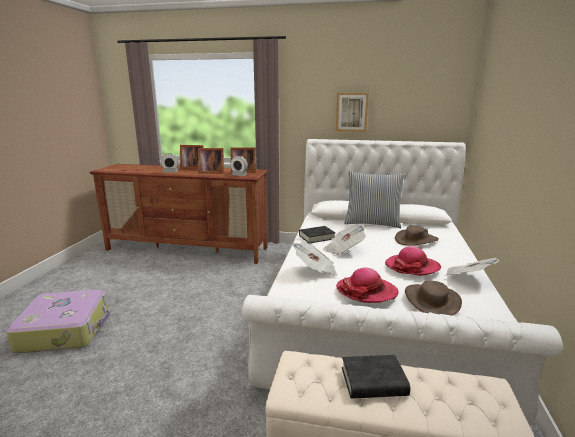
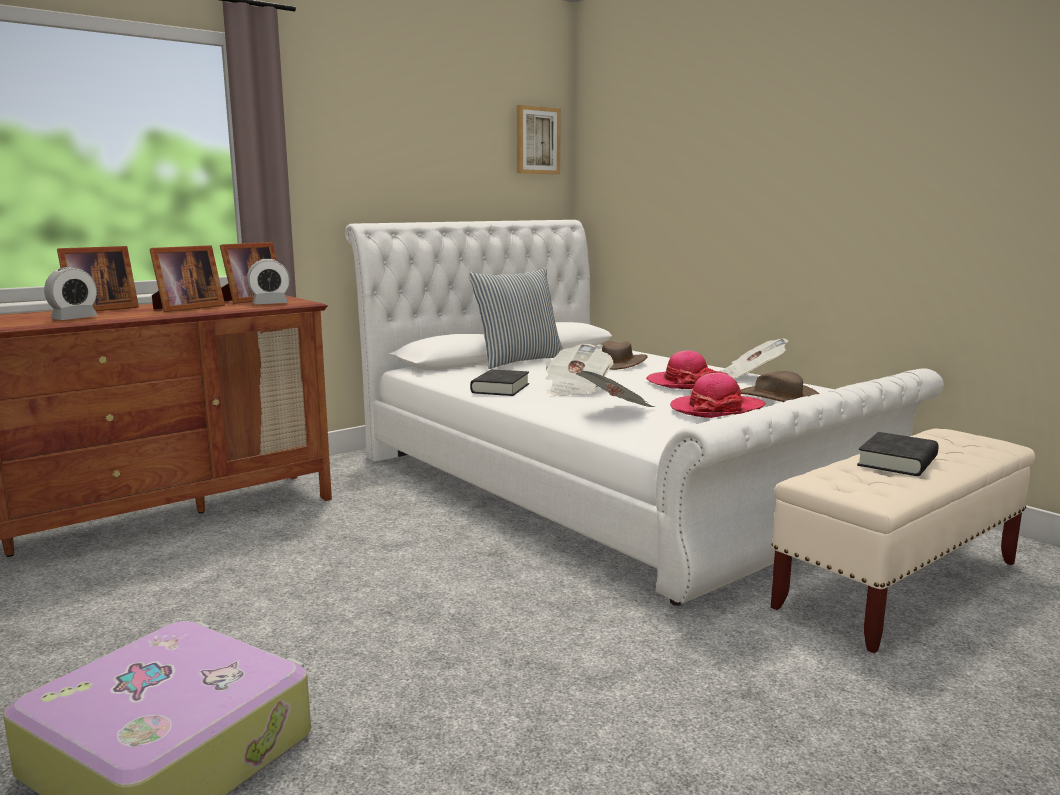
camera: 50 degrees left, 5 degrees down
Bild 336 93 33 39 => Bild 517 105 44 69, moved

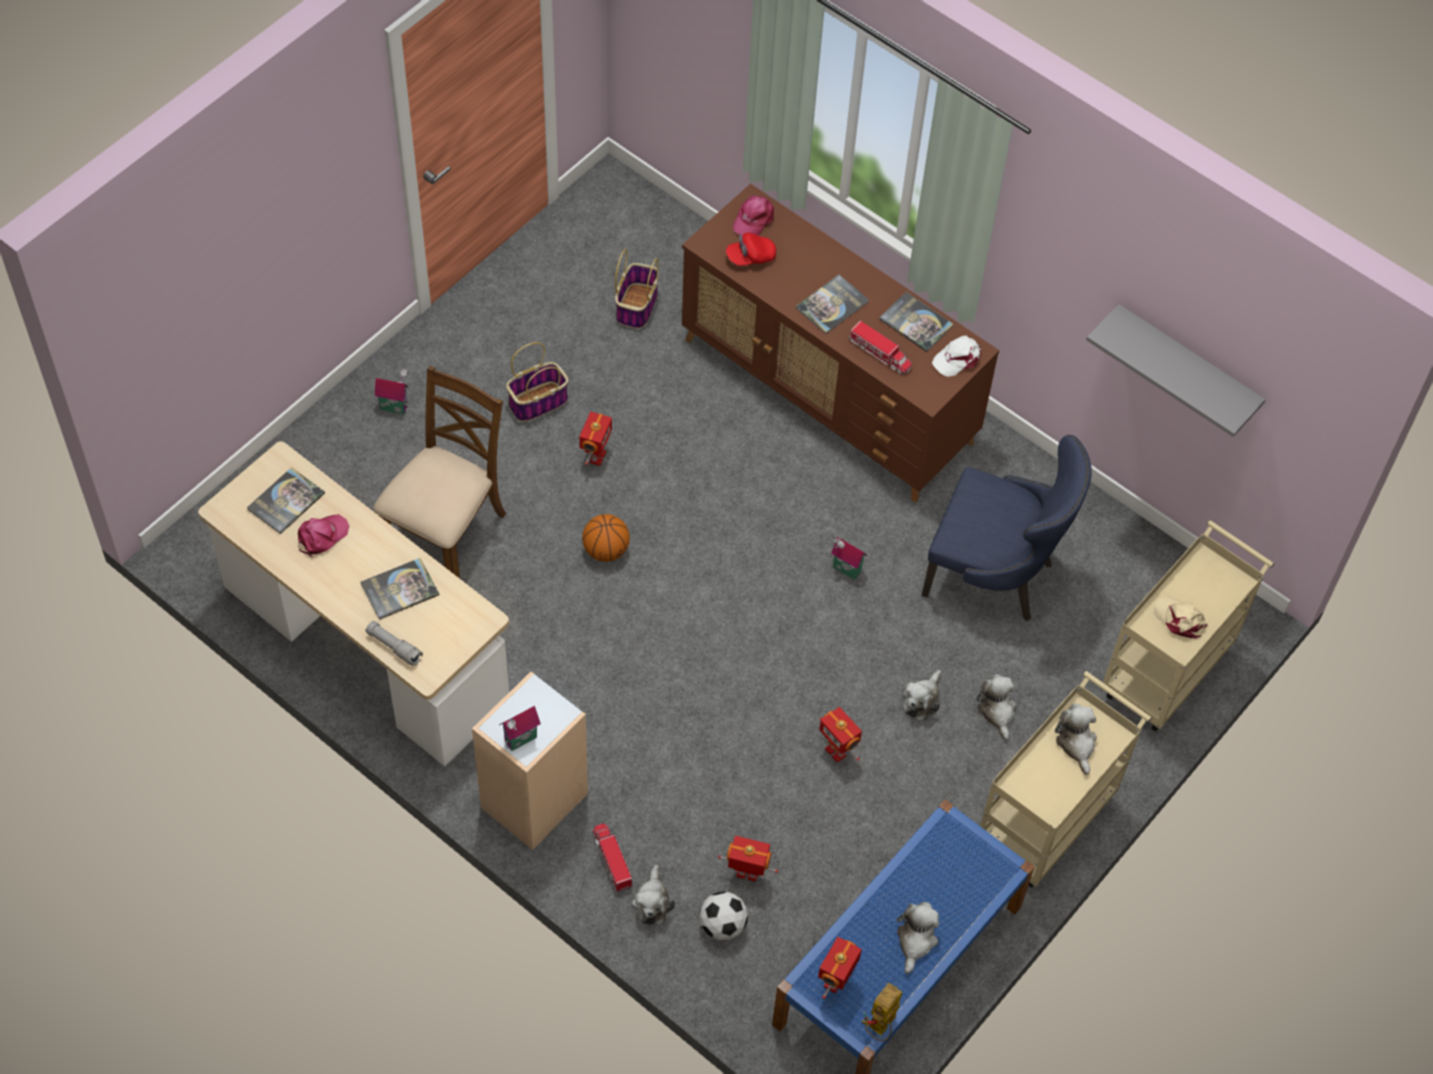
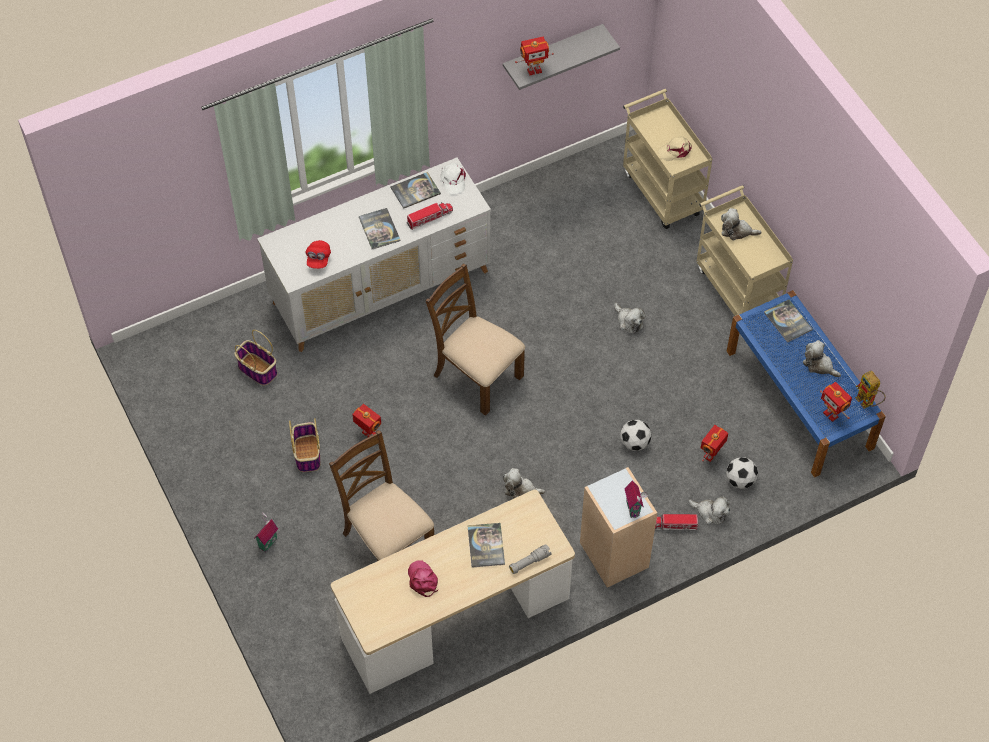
camera: 65 degrees left, 0 degrees up
Kommode (braun) 682 183 318 320 => Kommode (weiß) 257 158 234 194
Kappe (rosa) 733 195 41 41 => nothing
Stuhl (blau) 922 435 170 187 => nothing
Buch 247 467 78 67 => Buch 764 299 49 44, moved
Basketball 582 514 48 48 => nothing
Spielzeughaus 831 535 36 45 => nothing
Plüschtier 976 674 40 66 => Plüschtier 503 468 42 30, moved
Spielzeugroboter 819 707 43 56 => Spielzeugroboter 515 37 39 39, moved
nothing => Stuhl (braun) 425 263 100 153
nothing => Fußball 620 420 31 31

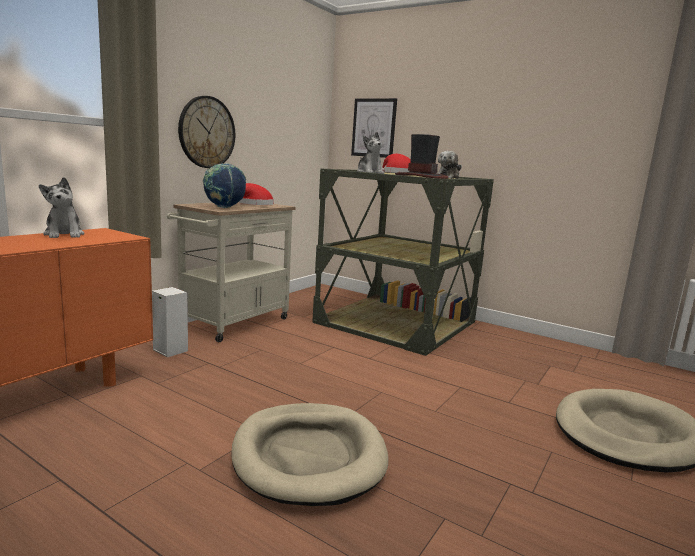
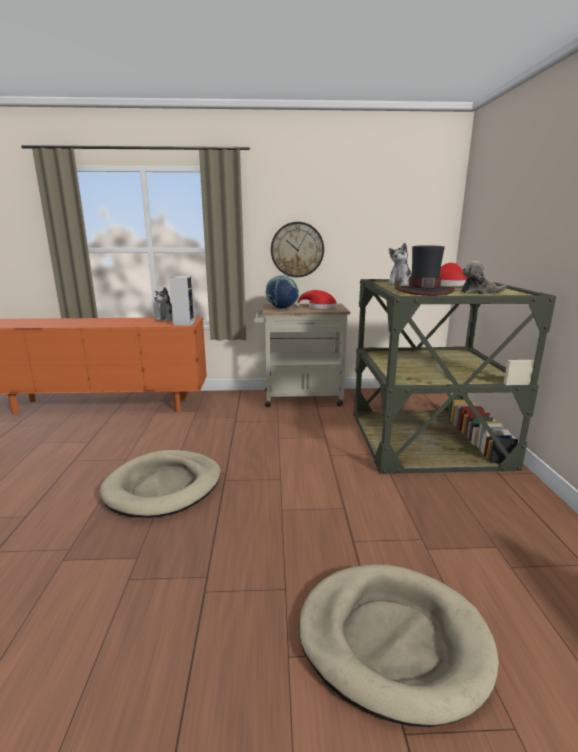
camera: 55 degrees right, 5 degrees up
Bild 351 98 46 60 => nothing
Lautsprecher 152 287 36 70 => Lautsprecher 169 276 27 50, moved

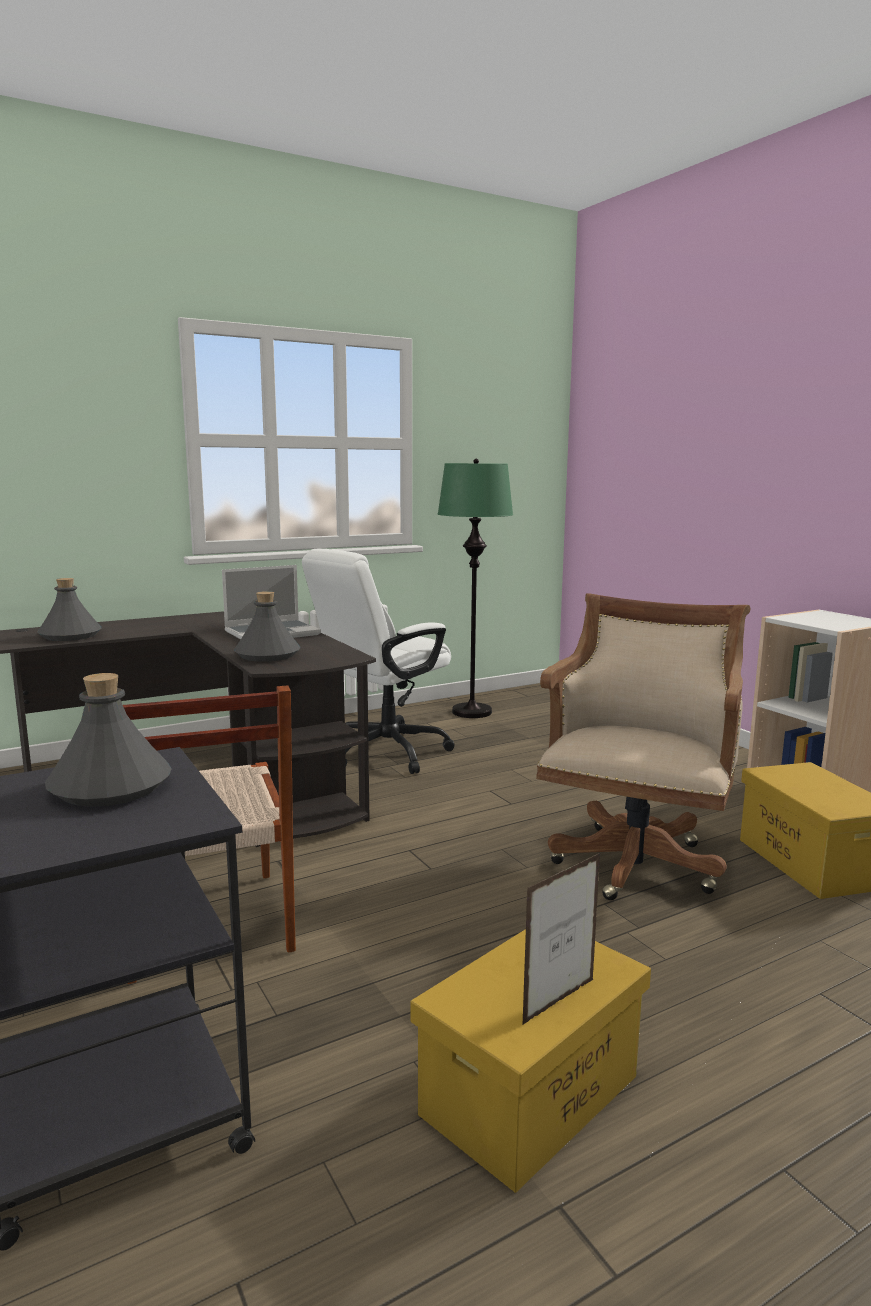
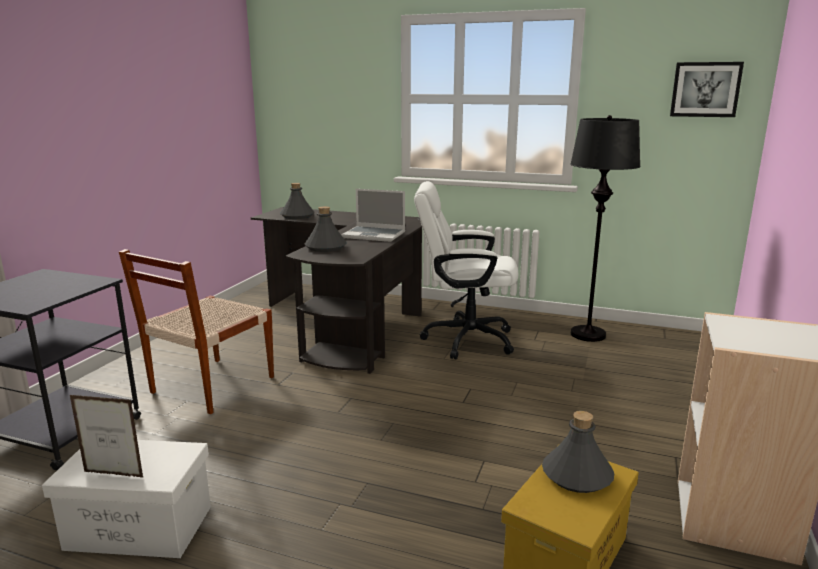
camera: 50 degrees right, 5 degrees up
Stehlampe (grün) 438 459 75 259 => Stehlampe (schwarz) 570 115 71 227
Bürostuhl 536 593 214 307 => nothing
Flasche (grau) 45 673 127 134 => Flasche (grau) 542 411 72 82, moved
Aufbewahrungsbox (gelb) 411 929 240 264 => Aufbewahrungsbox (weiß) 42 440 169 118
nothing => Bild 670 62 74 55

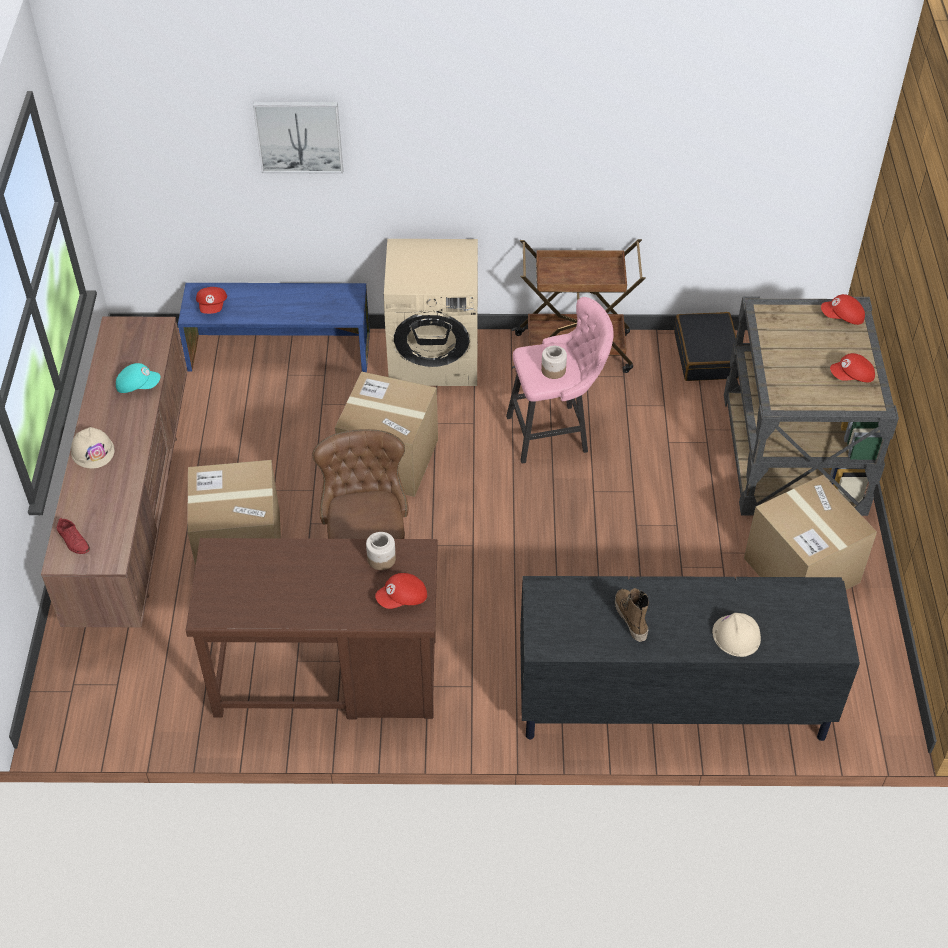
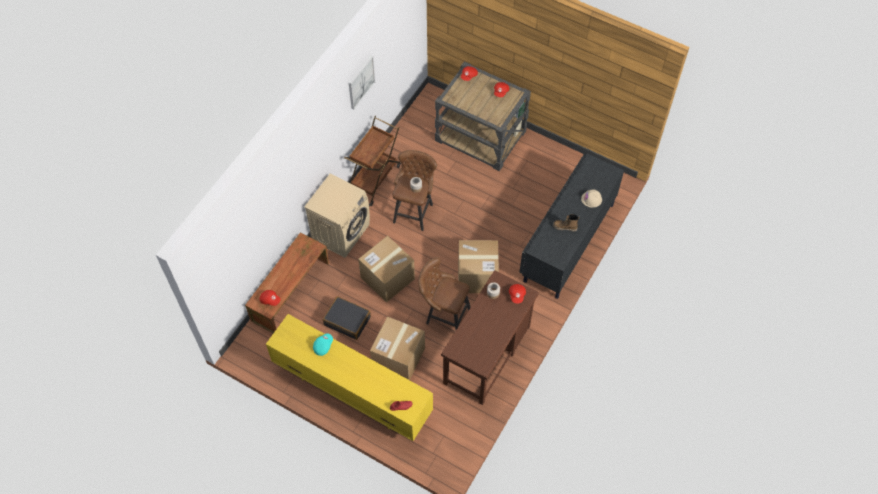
camera: 60 degrees left, 10 degrees up
Bild 253 102 90 71 => Bild 349 55 26 55, moved
Bank (blau) 178 283 192 89 => Bank (braun) 245 232 84 101
Hocker (rosa) 506 297 108 167 => Hocker (braun) 392 150 45 81
Koffer (schwarz) 674 312 65 69 => Koffer (schwarz) 323 296 48 44, moved
Schrank (braun) 41 316 146 311 => Schrank (gelb) 266 314 167 127
Schutzhelm (beige) 71 427 44 41 => nothing
Karton 744 475 133 115 => Karton 458 240 41 53, moved

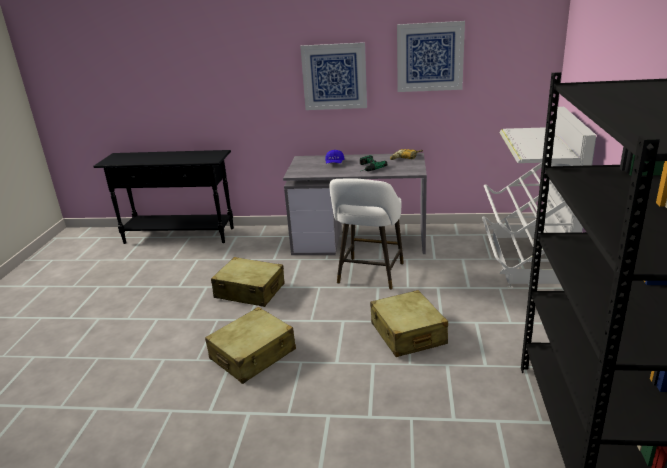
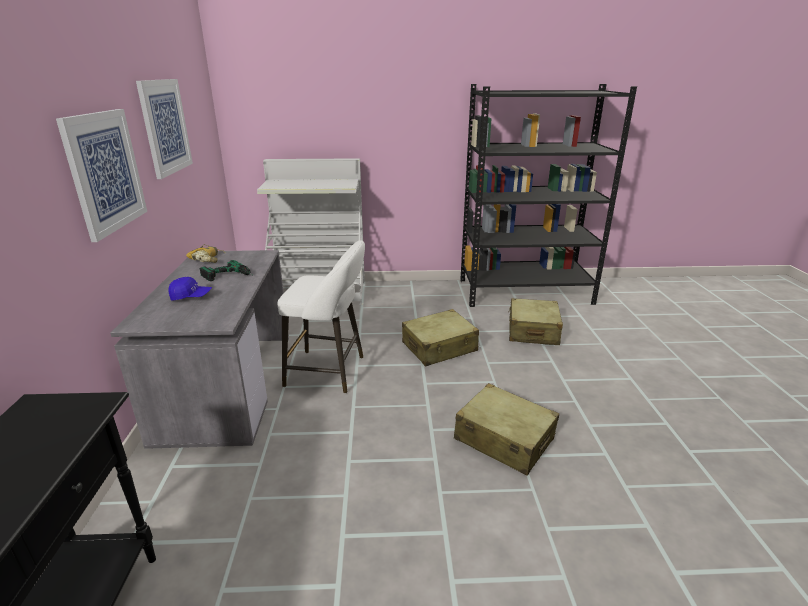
camera: 100 degrees left, 0 degrees up
Koffer (beige) 211 257 73 50 => Koffer (beige) 508 298 55 47, moved

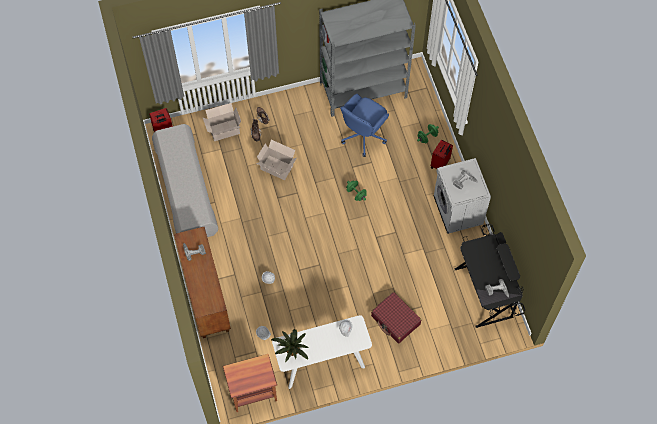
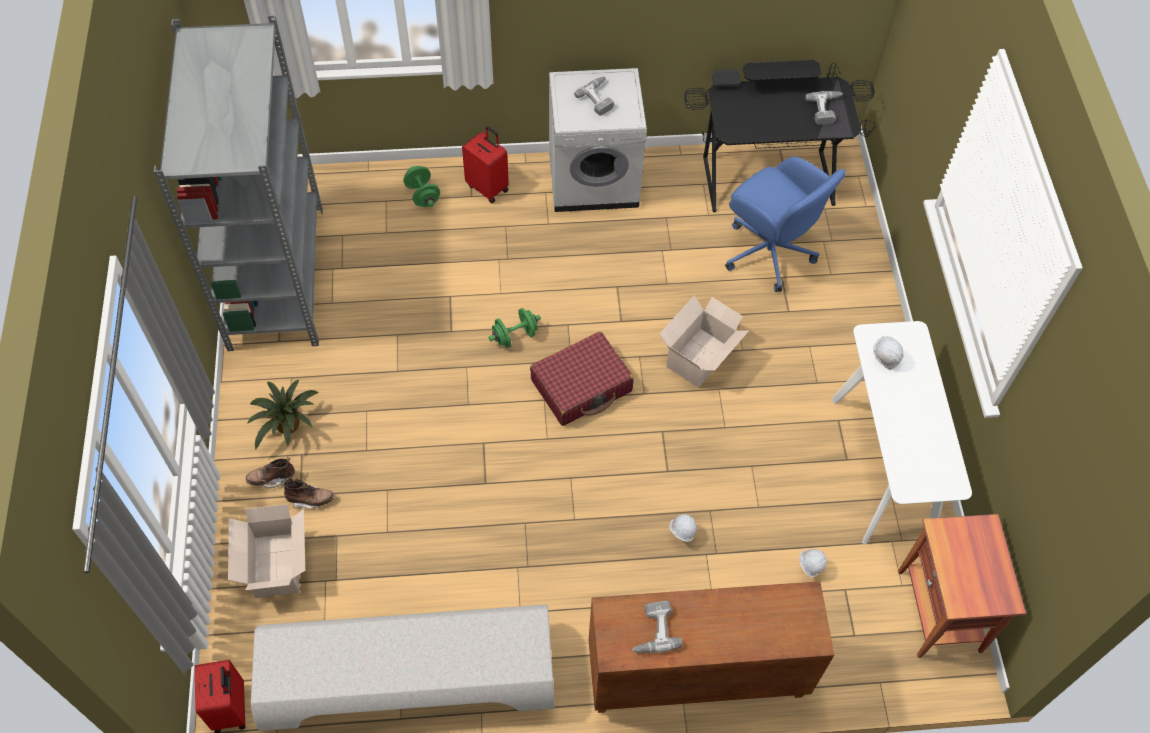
camera: 80 degrees left, 5 degrees down
Bürostuhl (blau) 340 94 49 63 => Bürostuhl (blau) 725 157 121 135, moved
Karton 257 140 40 40 => Karton 659 296 90 92, moved
Koffer (rot) 371 292 51 52 => Koffer (rot) 530 331 104 95, moved
Topfpflanze 271 329 38 34 => Topfpflanze 247 380 72 70, moved

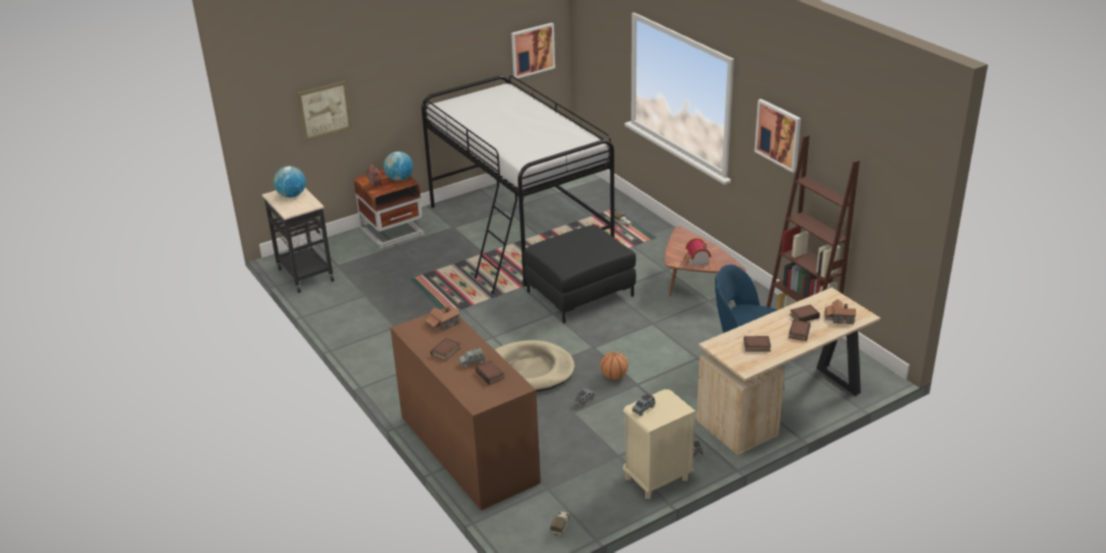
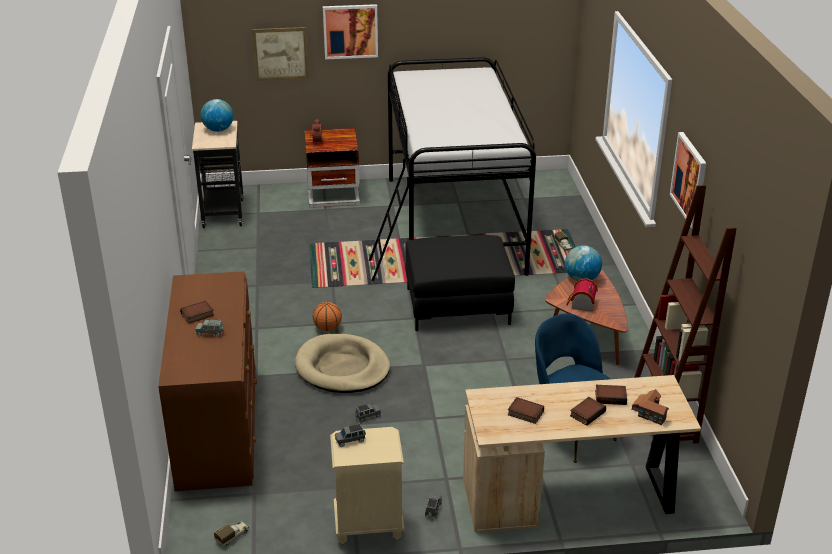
camera: 25 degrees right, 0 degrees up
Bild 511 23 44 56 => Bild 323 4 55 55, moved
Globus 383 151 30 30 => Globus 565 245 37 36, moved
Spielzeughaus 425 307 35 25 => nothing
Basketball 600 351 28 29 => Basketball 313 302 29 29, moved
Buch 475 360 30 25 => nothing

